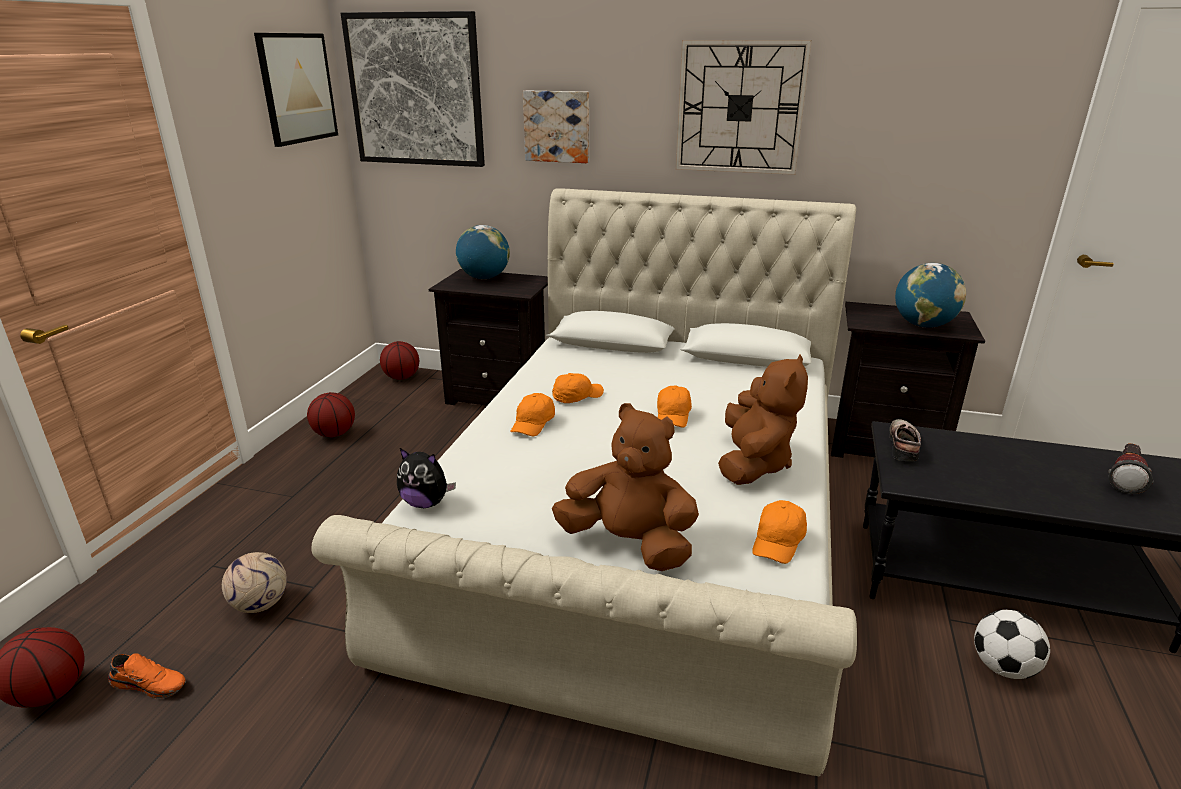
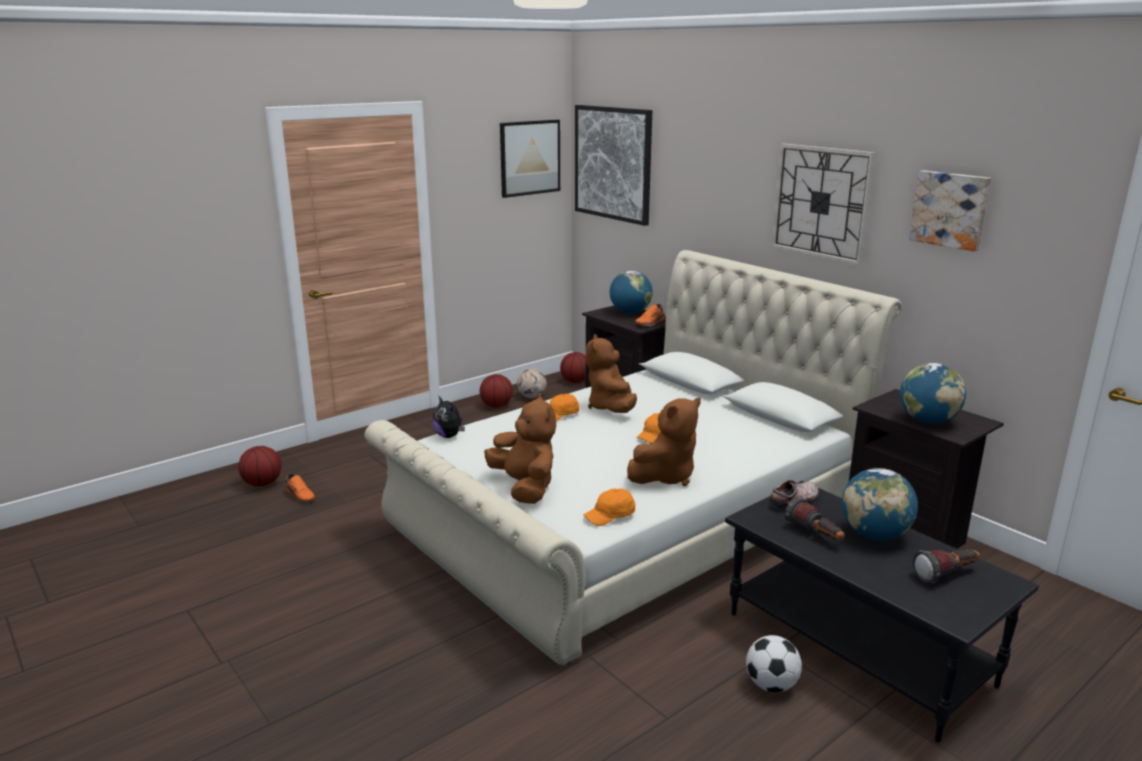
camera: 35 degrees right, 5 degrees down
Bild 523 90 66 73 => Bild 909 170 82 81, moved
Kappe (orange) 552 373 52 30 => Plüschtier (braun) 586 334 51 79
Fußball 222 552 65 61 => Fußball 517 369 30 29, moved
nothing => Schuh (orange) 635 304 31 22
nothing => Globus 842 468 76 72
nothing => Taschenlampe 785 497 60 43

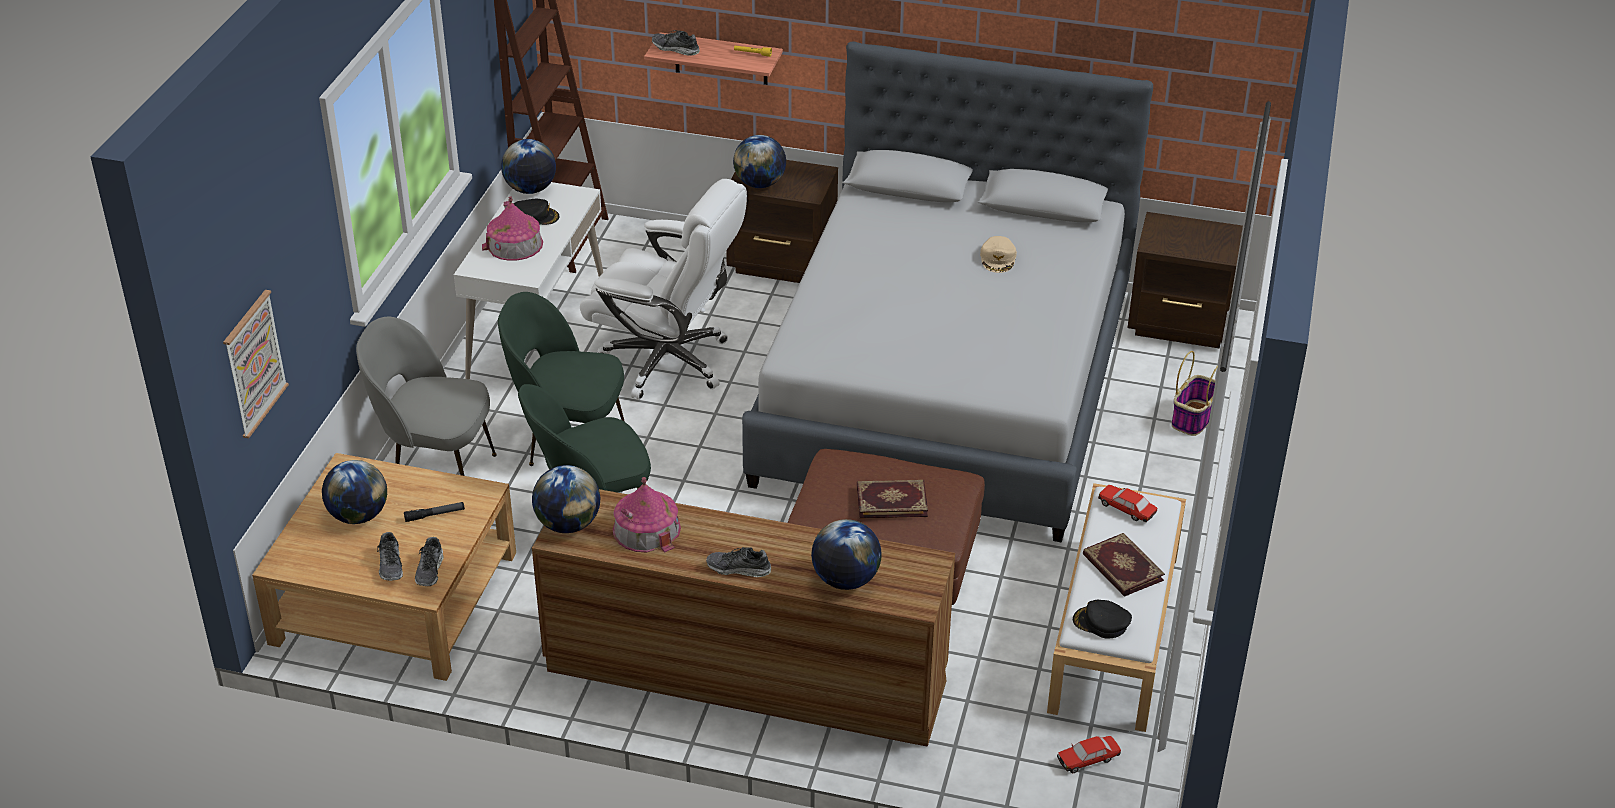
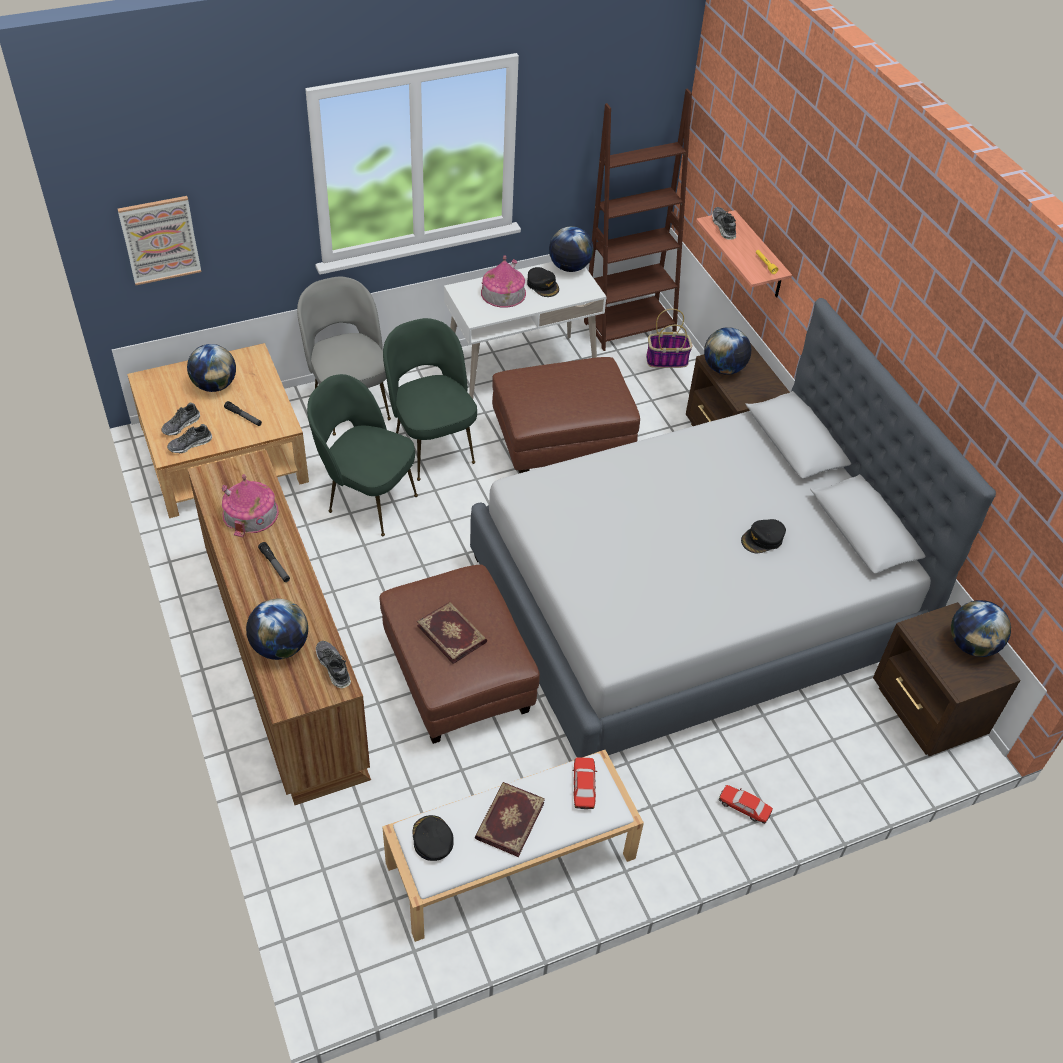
camera: 50 degrees right, 10 degrees up
Bürostuhl (weiß) 580 179 167 221 => Polsterhocker (braun) 492 357 148 116
Kappe (beige) 980 236 37 37 => Kappe (schwarz) 741 519 45 34
Korb 1171 351 47 85 => Korb 646 309 46 59, moved
Globus 532 465 68 68 => Globus 951 600 60 57, moved
Schuh 706 547 65 30 => Schuh 316 641 35 47, moved
Spielzeugauto 1057 736 64 37 => Spielzeugauto 719 785 54 39, moved
nothing => Taschenlampe 258 542 32 40

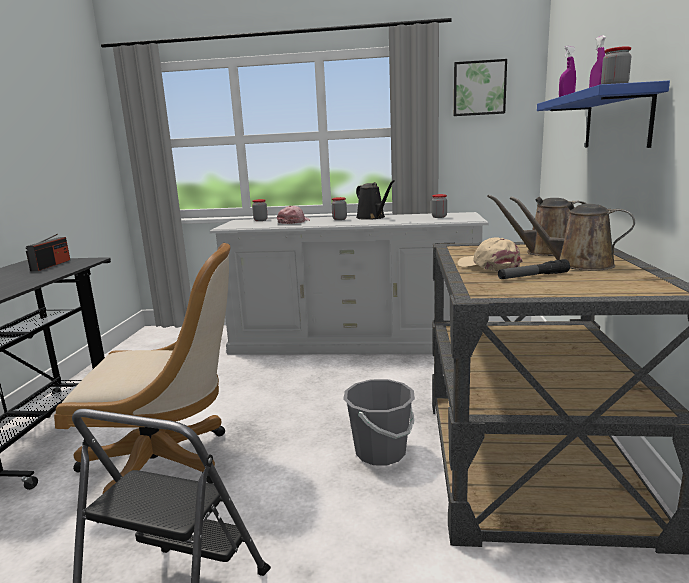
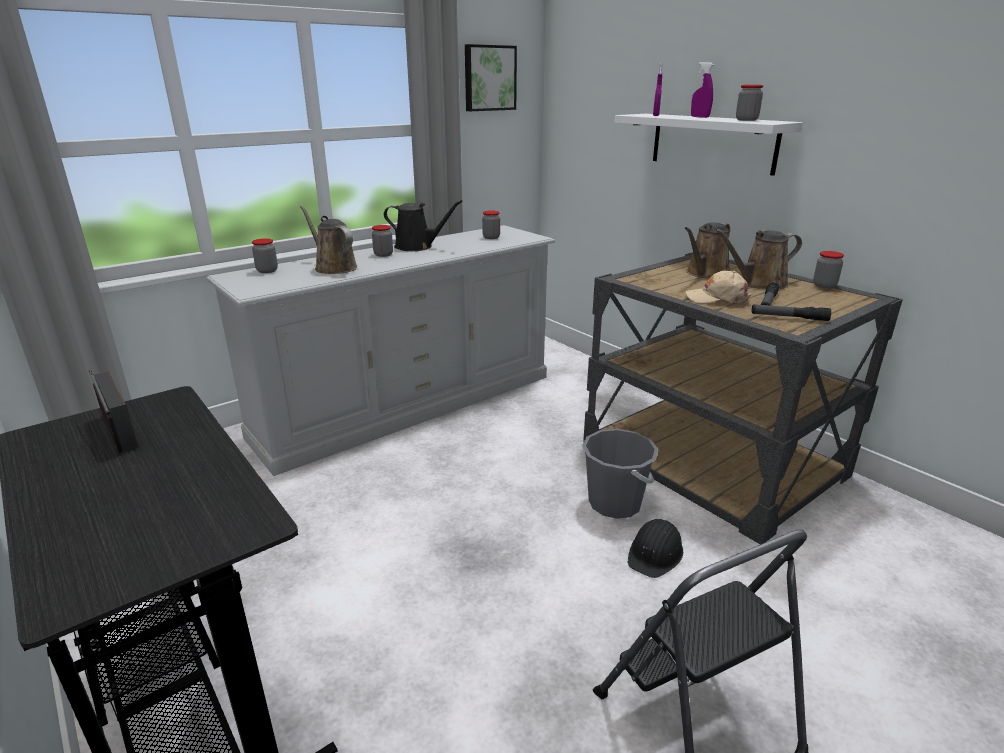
camera: 45 degrees left, 10 degrees up
Wandregal (blau) 537 81 133 67 => Wandregal (weiß) 614 114 189 62
Kappe (rosa) 277 206 33 18 => Gießkanne (braun) 300 205 57 69
Bürostuhl 54 243 176 250 => nothing
nothing => Vorratsglas 813 251 31 37
nothing => Taschenlampe 752 304 79 17
nothing => Schutzhelm (schwarz) 628 519 55 59

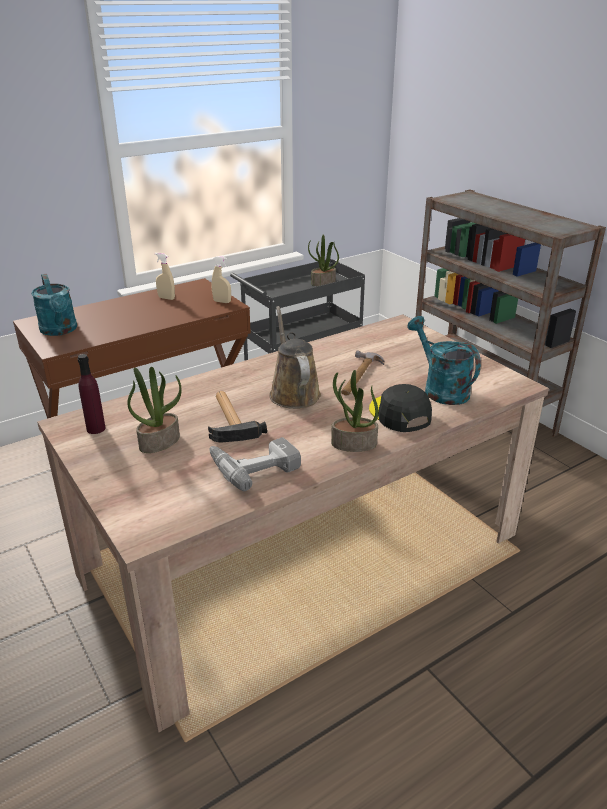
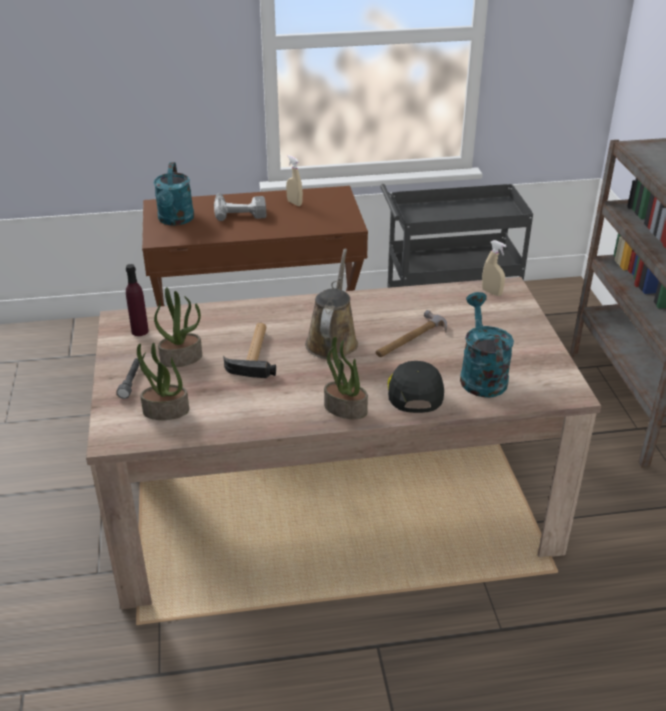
camera: 25 degrees right, 5 degrees up
Topfpflanze 308 235 31 51 => Topfpflanze 137 343 52 77, moved
Sprühflasche (beige) 212 256 19 47 => Sprühflasche (beige) 482 240 25 56, moved
Bohrmaschine 210 437 91 54 => Bohrmaschine 214 193 53 28, moved
nothing => Taschenlampe (grau) 116 358 24 41

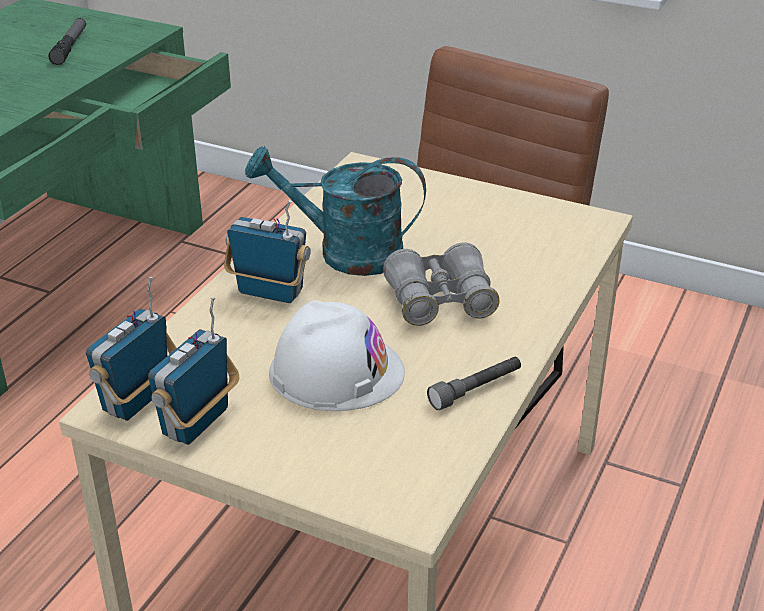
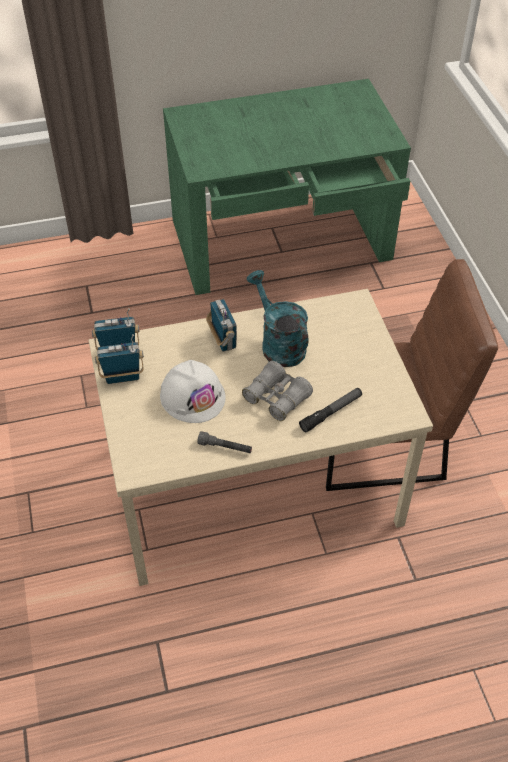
camera: 50 degrees right, 15 degrees up
Taschenlampe 48 18 38 47 => Taschenlampe 299 388 63 45, moved

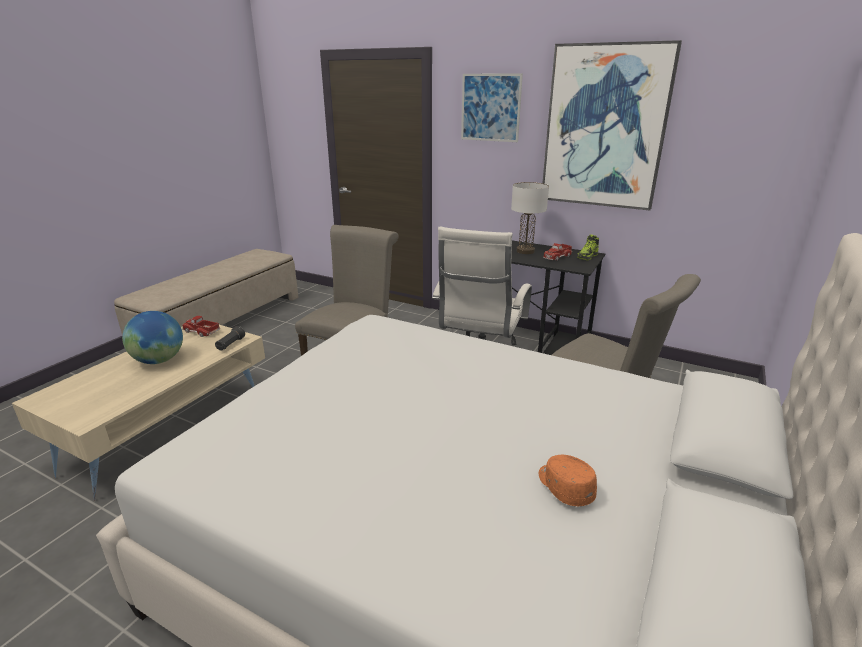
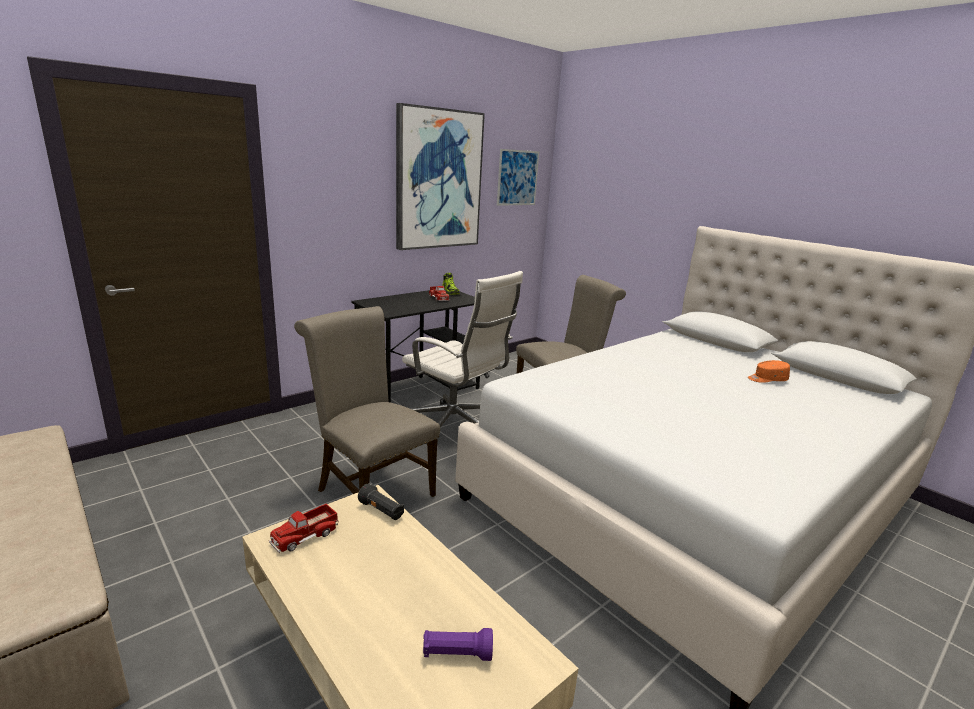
camera: 70 degrees left, 5 degrees down
Bild 461 73 62 69 => Bild 497 149 42 57, moved
Tischlampe 511 182 38 72 => nothing
Globus 122 311 61 53 => nothing
nothing => Taschenlampe (lila) 423 628 70 33

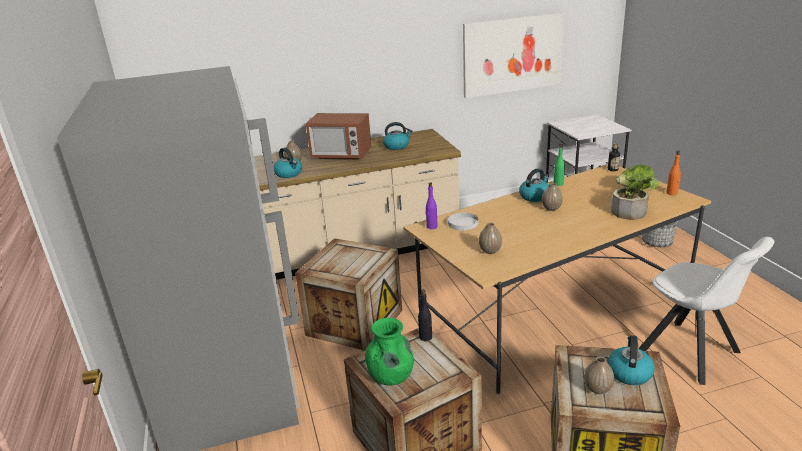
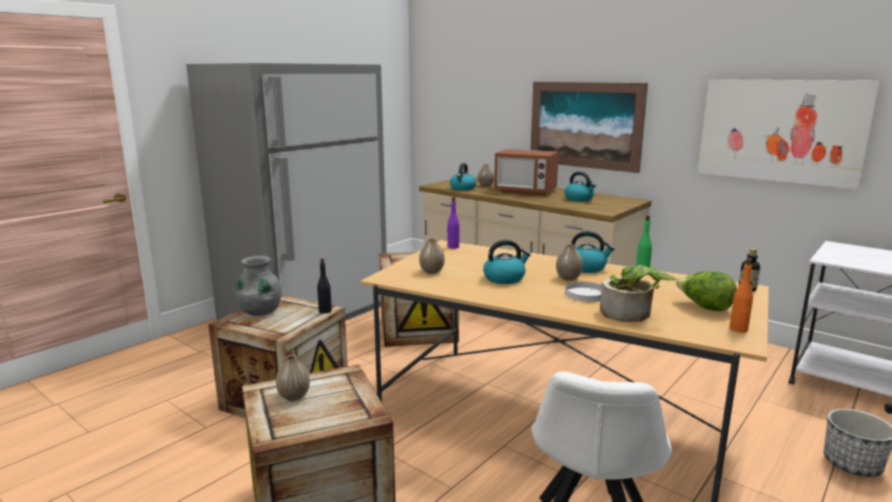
camera: 55 degrees right, 10 degrees down
Mikrowelle 306 113 65 47 => Mikrowelle 494 149 65 46, 45 degrees counterclockwise
Teller (weiß) 448 213 30 17 => Teller (weiß) 565 282 36 20, moved
Vase (grün) 365 318 49 67 => Vase (grau) 234 256 48 60
Wasserkessel 607 335 48 50 => Wasserkessel 483 240 48 44, moved
nothing => Bild 531 82 117 91

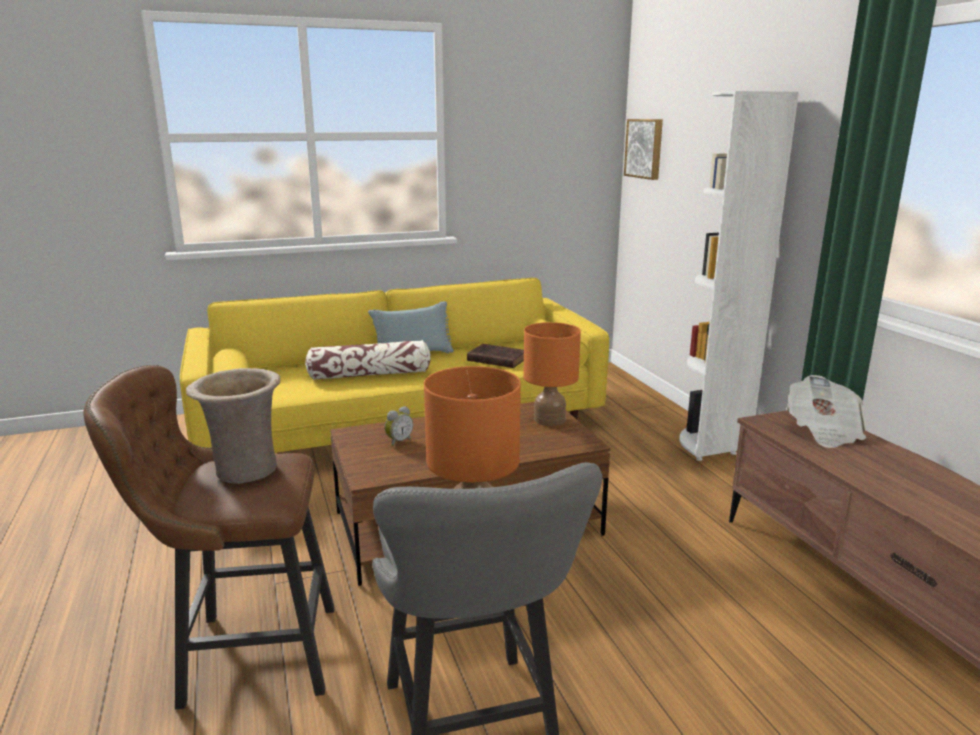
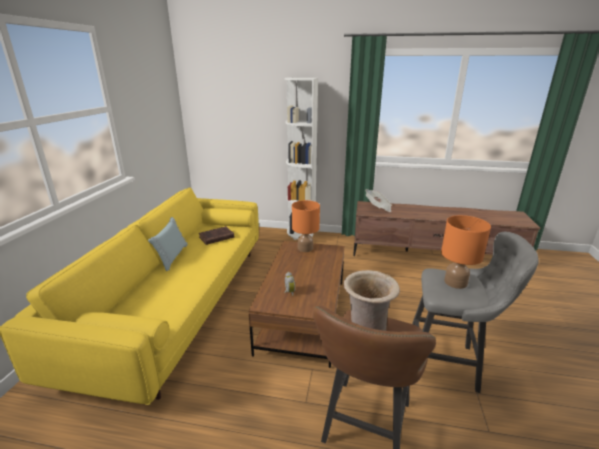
camera: 60 degrees left, 5 degrees up
Bild 624 119 39 61 => nothing
Kissen 305 340 126 40 => nothing

